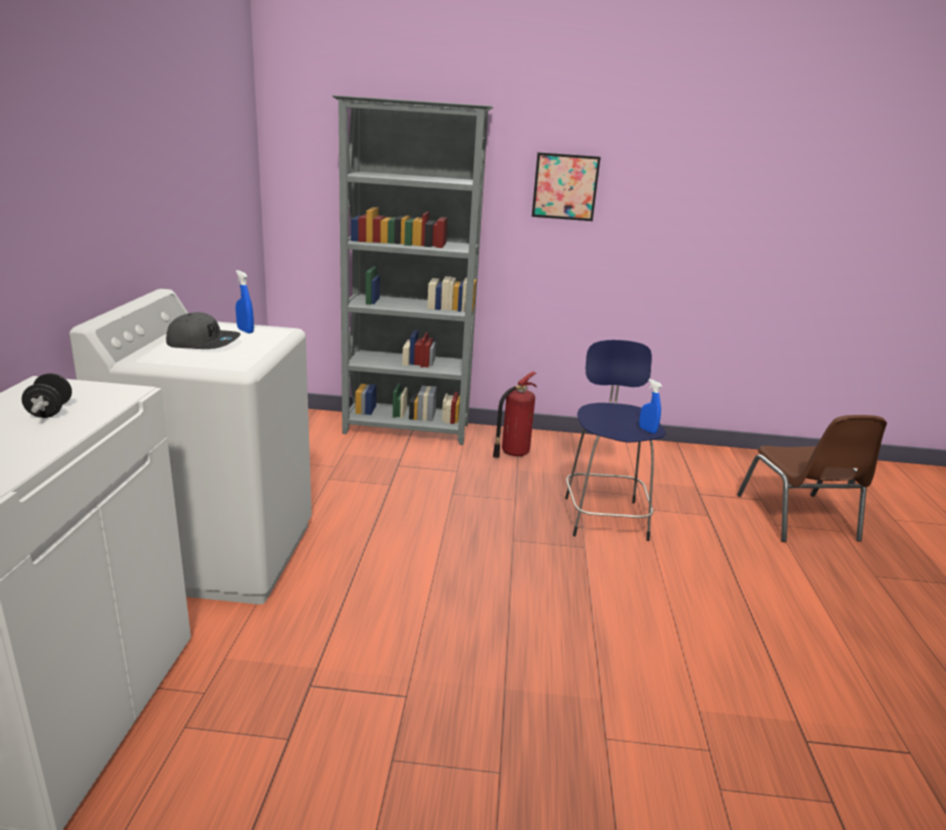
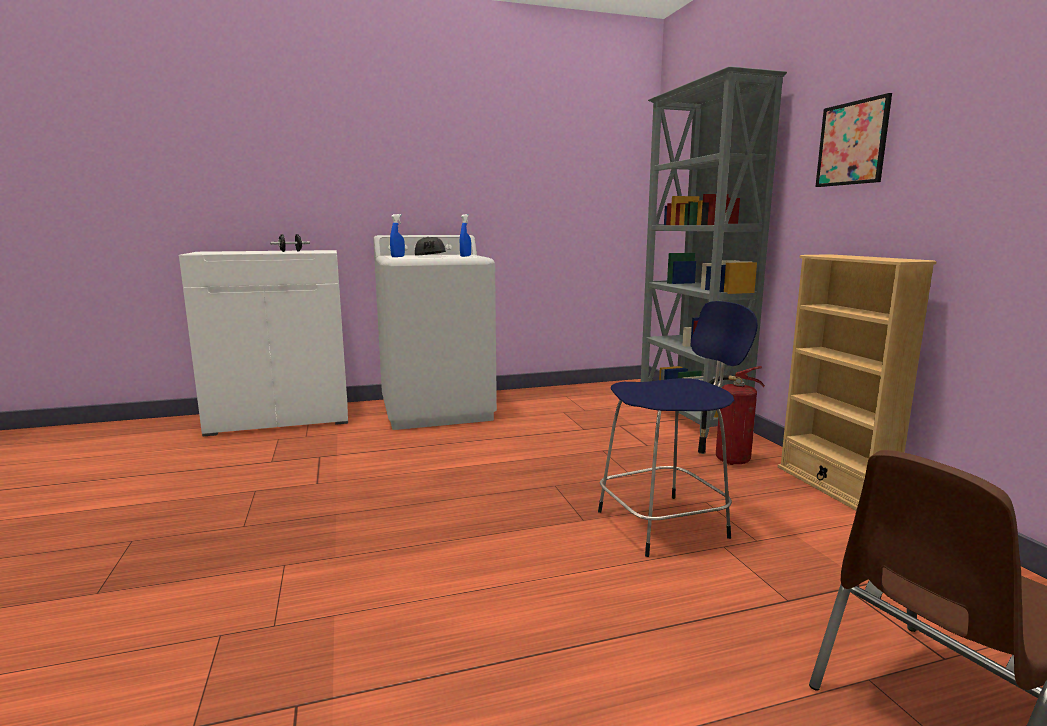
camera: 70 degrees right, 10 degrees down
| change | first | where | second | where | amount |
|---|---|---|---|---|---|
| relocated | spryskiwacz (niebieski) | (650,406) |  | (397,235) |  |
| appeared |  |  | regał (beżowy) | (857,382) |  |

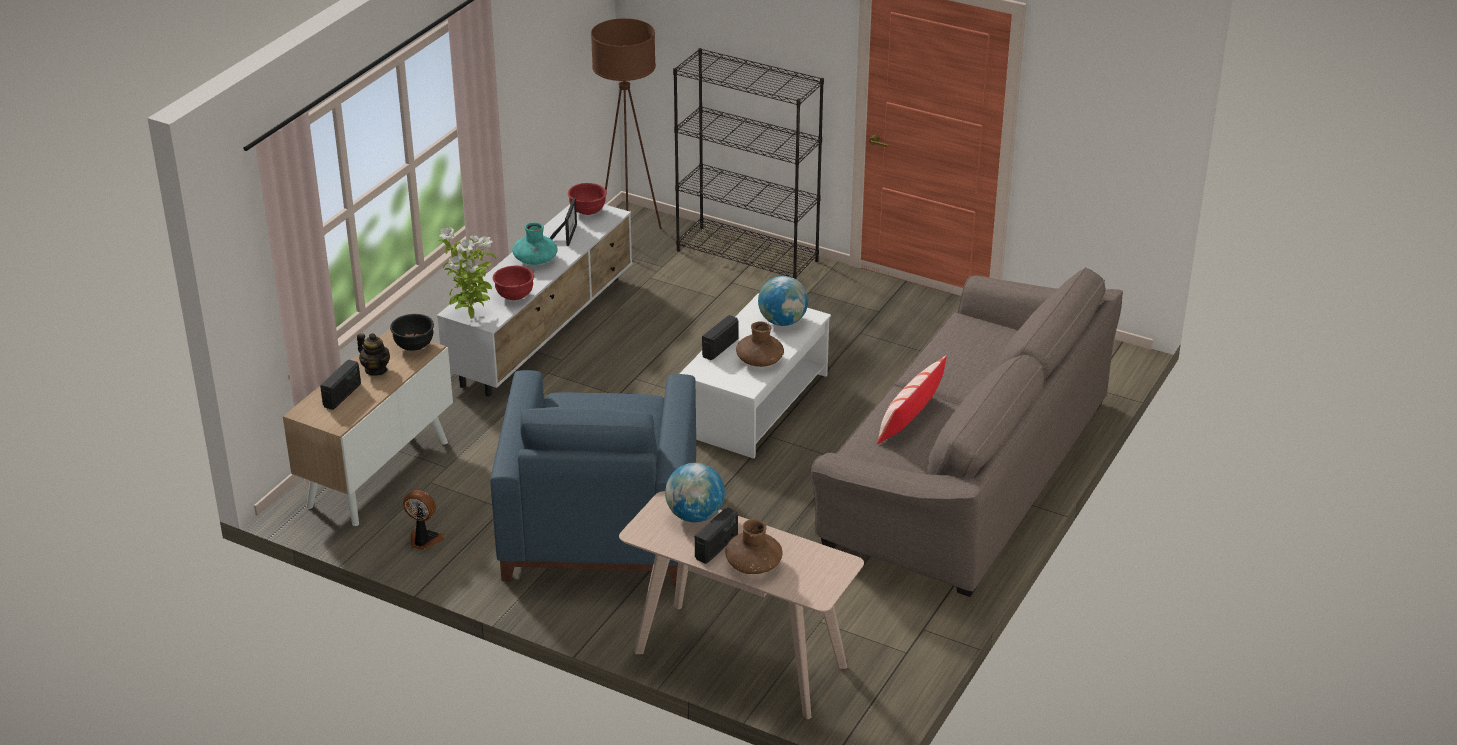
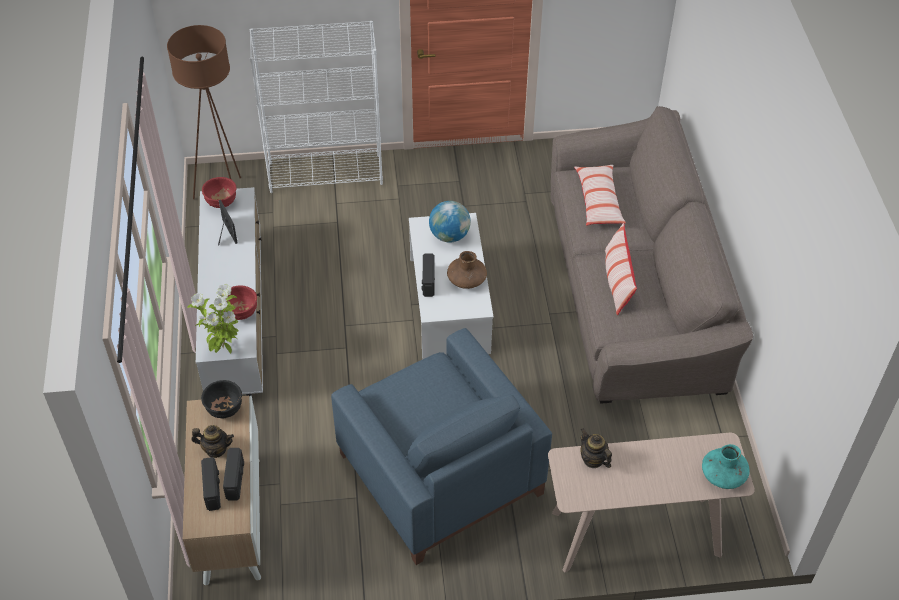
camera: 35 degrees left, 15 degrees up
| change | first | where | second | where | amount |
|---|---|---|---|---|---|
| missing | wentylator | (424,520) |  |  |  |
| relocated | wazon (turkusowy) | (534,243) |  | (726,466) |  |
| exchanged | globus | (695,492) | imbryk | (596,448) |  |
| colour | regał (czarny) | (748,163) | regał (biały) | (316,107) |  |
| relocated | radio | (716,535) |  | (233,474) |  |
| missing | wazon (brązowy) | (754,546) |  |  |  |
| appeared |  |  | poduszka | (600,195) |  |

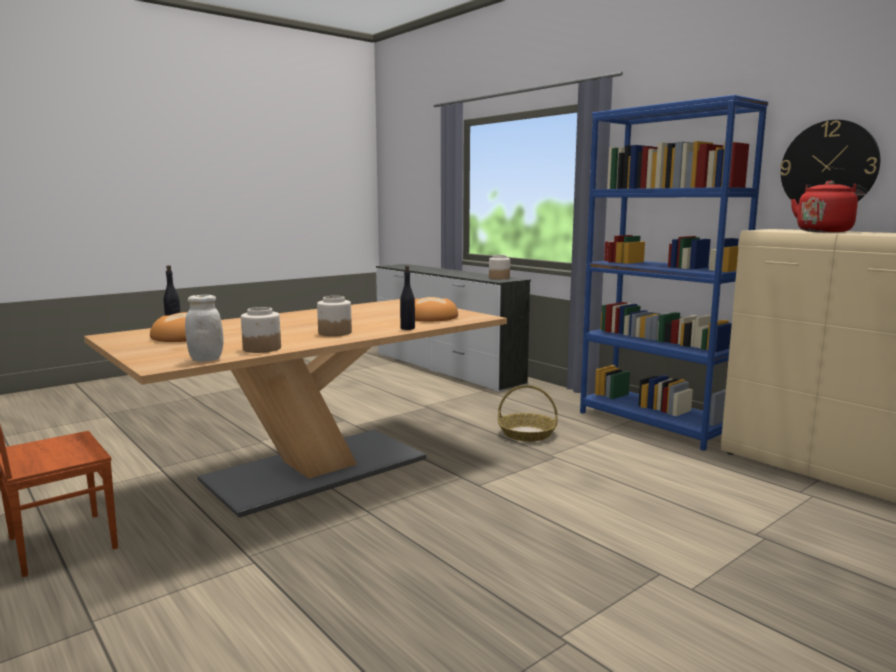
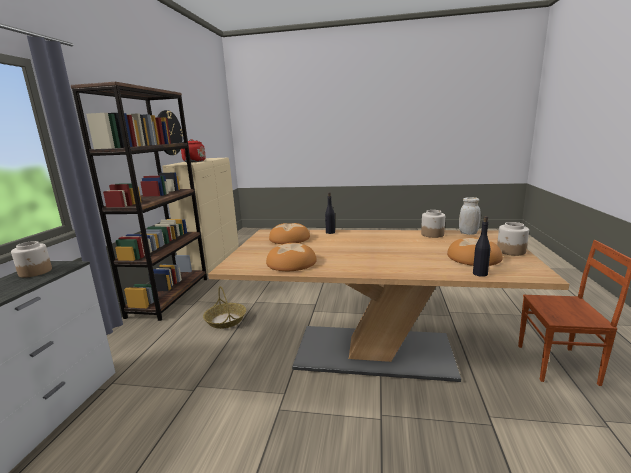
camera: 130 degrees left, 5 degrees up
| change | first | where | second | where | amount |
|---|---|---|---|---|---|
| relocated | słoik | (334,316) |  | (513,239) |  |
| colour | regał (niebieski) | (674,273) | regał (brązowy) | (139,201) |  |
| appeared |  |  | chleb | (291,257) |  |

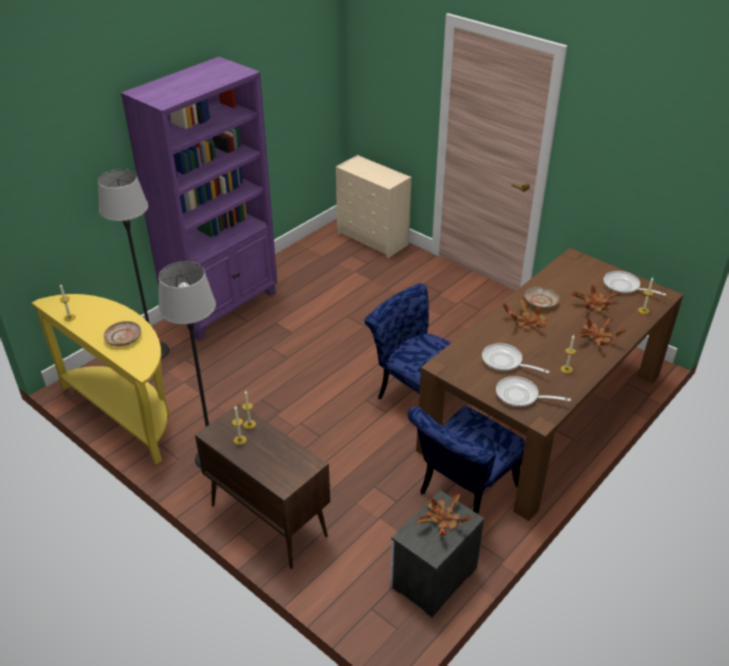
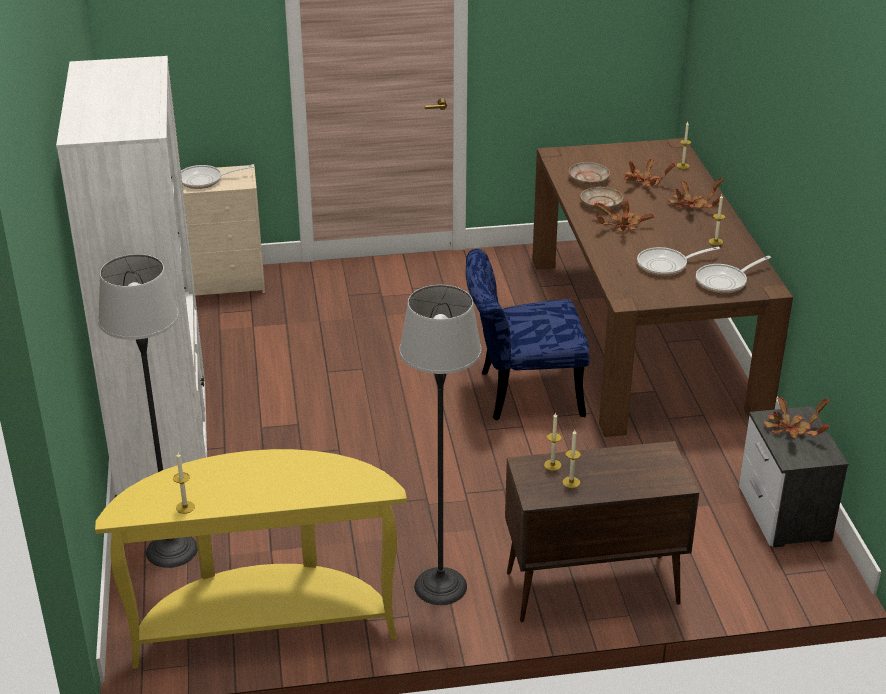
camera: 50 degrees left, 5 degrees down
| change | first | where | second | where | amount |
|---|---|---|---|---|---|
| relocated | talerz (beżowy) | (122,333) |  | (589,173) |  |
| colour | regał (fioletowy) | (199,199) | regał (biały) | (131,276) |  |
| missing | krzesło (niebieski) | (466,460) |  |  |  |
| relocated | patelnia | (635,283) |  | (217,177) |  |

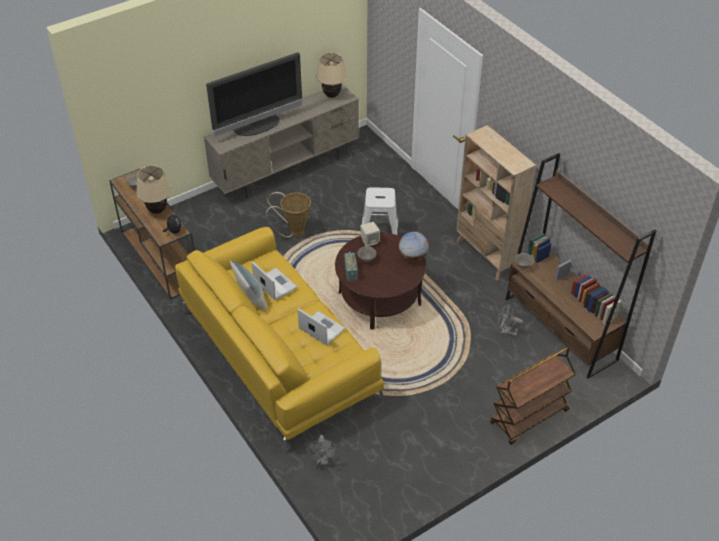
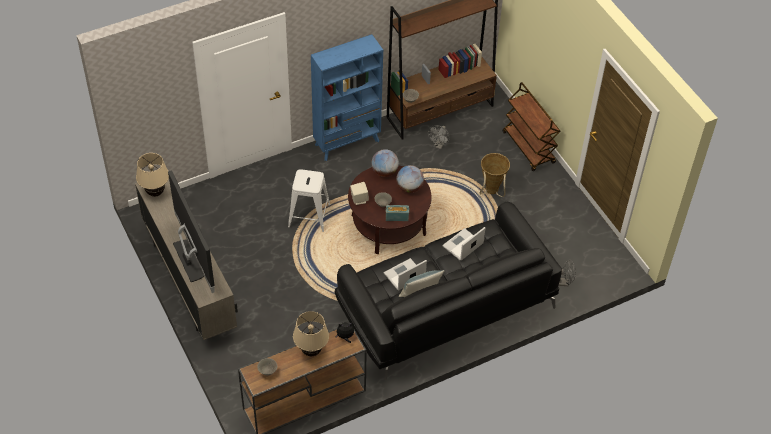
camera: 85 degrees left, 5 degrees up
| change | first | where | second | where | amount |
|---|---|---|---|---|---|
| colour | kanapa (żółty) | (279,340) | kanapa (czarny) | (448,291) |  |
| relocated | koszyk | (288,214) |  | (494,175) |  |
| colour | regał (beżowy) | (496,203) | regał (niebieski) | (347,97) |  |
| appeared |  |  | globus | (410,179) |  |

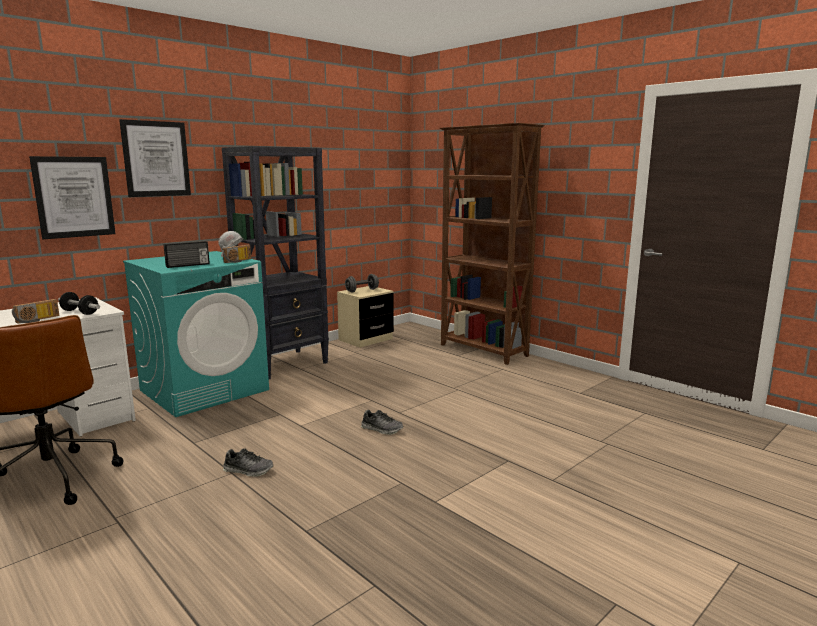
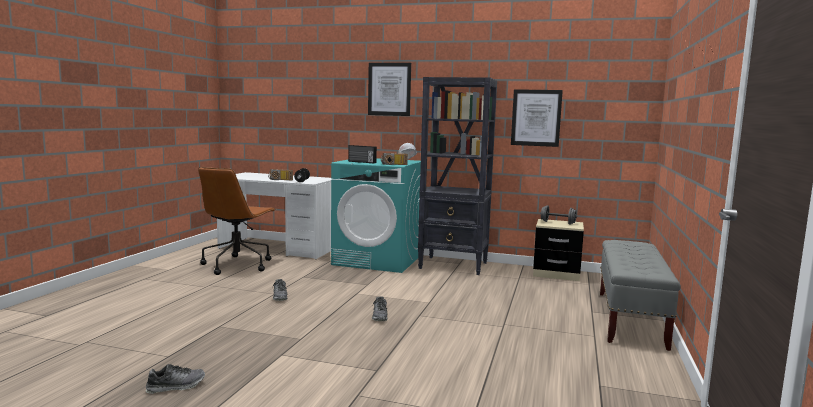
camera: 60 degrees right, 5 degrees down
| change | first | where | second | where | amount |
|---|---|---|---|---|---|
| relocated | obraz | (72,197) |  | (537,118) |  |
| exchanged | regał (brązowy) | (492,244) | ławka (szary) | (640,295) |  |
| appeared |  |  | but | (175,379) |  |

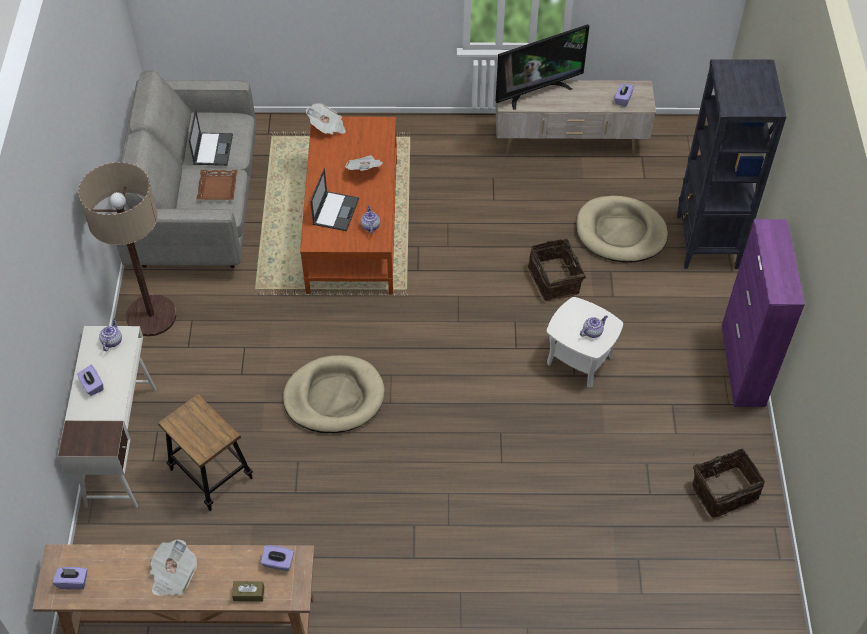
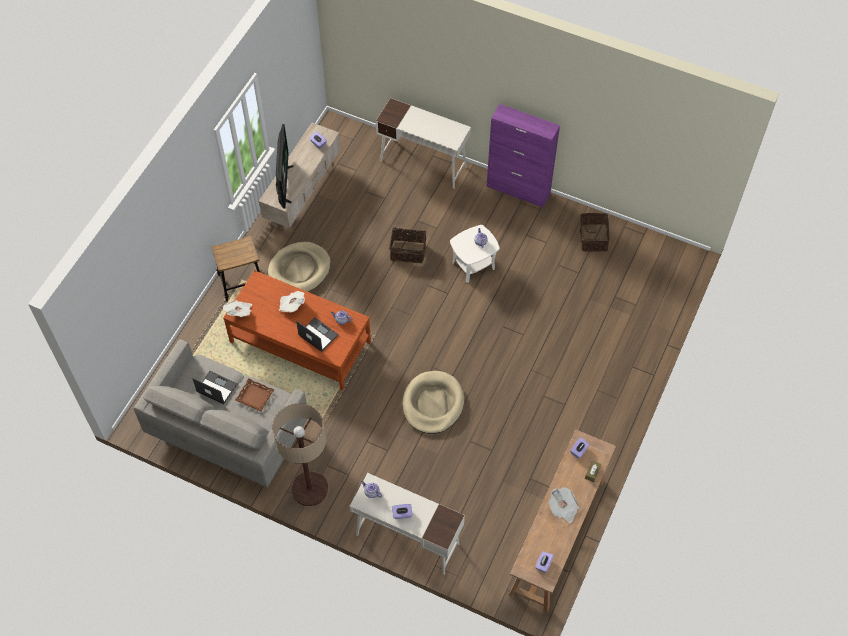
camera: 65 degrees left, 5 degrees up
| change | first | where | second | where | amount |
|---|---|---|---|---|---|
| relocated | stołek | (205,452) |  | (235,269) |  |
| relocated | legowisko (beżowy) | (622,229) |  | (299,267) |  |
| exchanged | regał (czarny) | (732,164) | biurko (biały) | (423,143) |  |

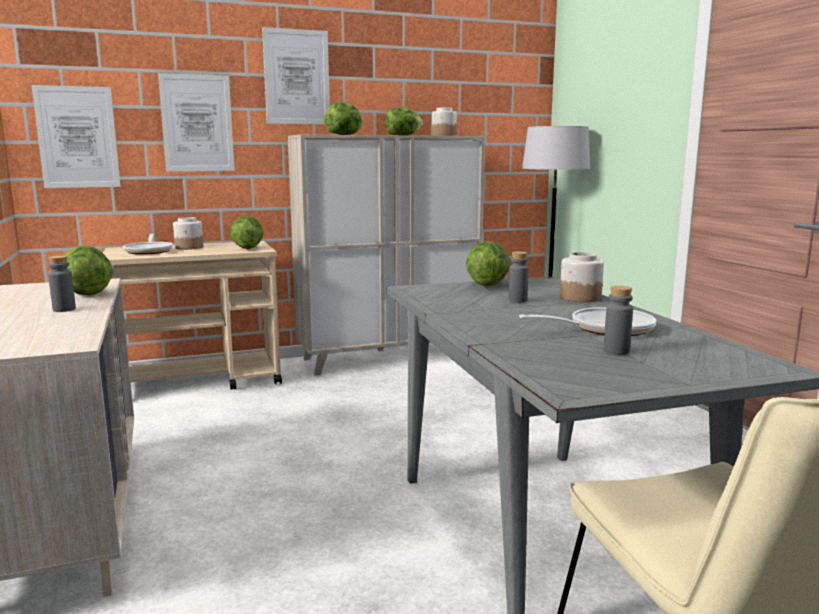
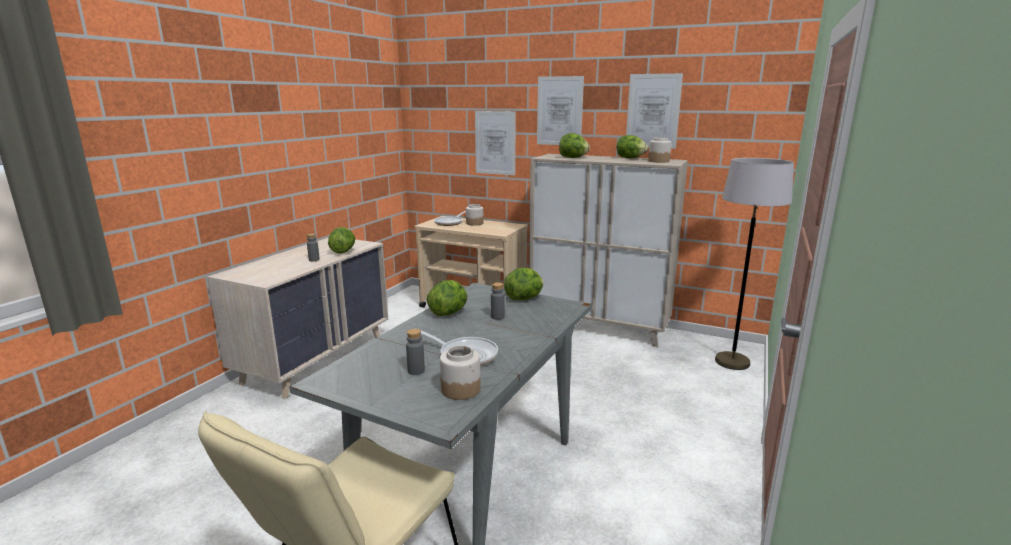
camera: 45 degrees right, 5 degrees up
| change | first | where | second | where | amount |
|---|---|---|---|---|---|
| relocated | obraz | (76,136) |  | (654,111) |  |
| relocated | sałata | (247,232) |  | (447,298) |  |
| relocated | słoik | (582,277) |  | (460,372) |  |

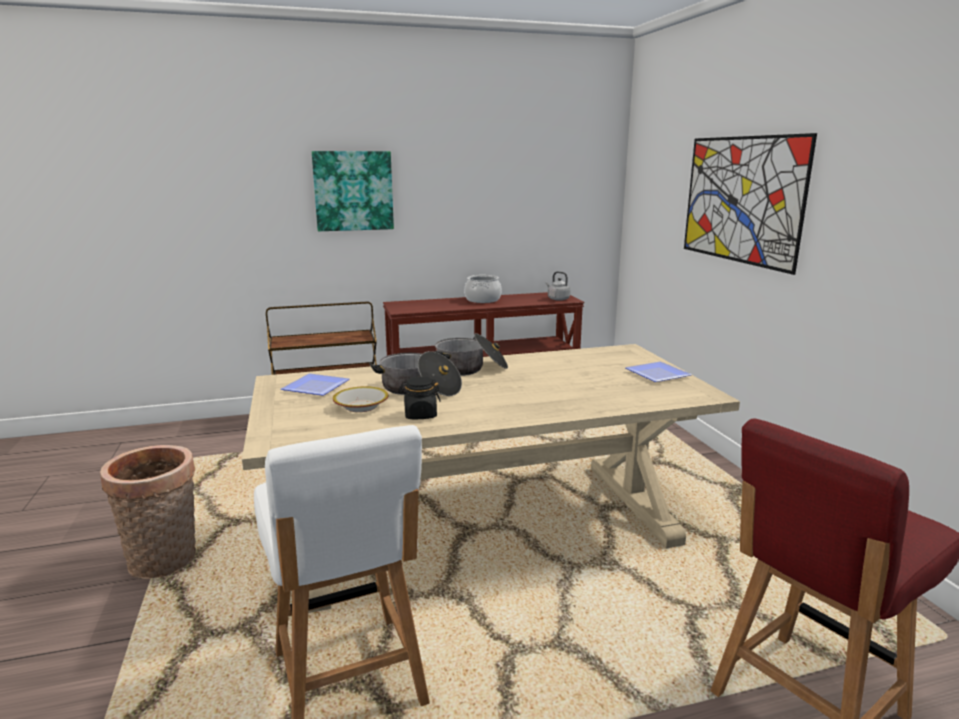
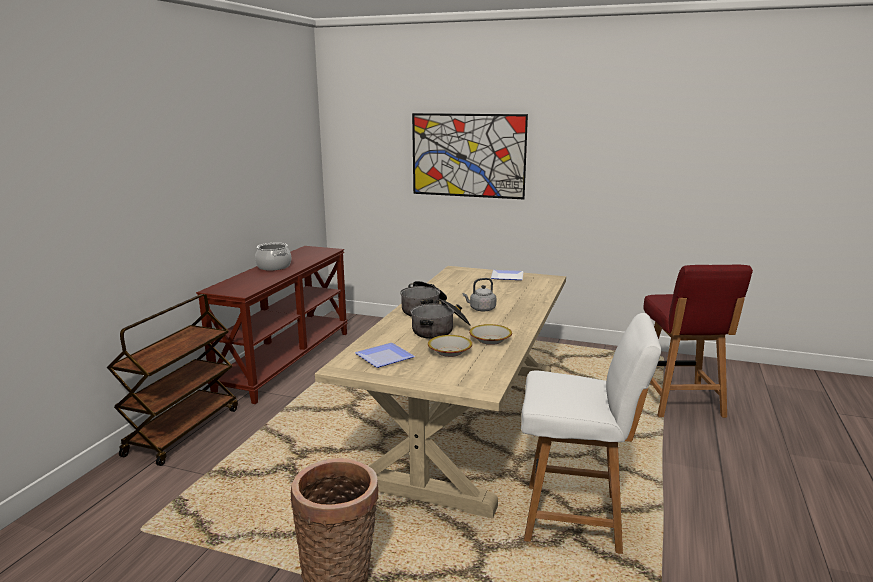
camera: 55 degrees left, 0 degrees up
| change | first | where | second | where | amount |
|---|---|---|---|---|---|
| missing | obraz | (353,191) |  |  |  |
| exchanged | słoik (czarny) | (420,397) | miska | (490,334) |  |
| relocated | czajnik (szary) | (558,286) |  | (479,294) |  |

